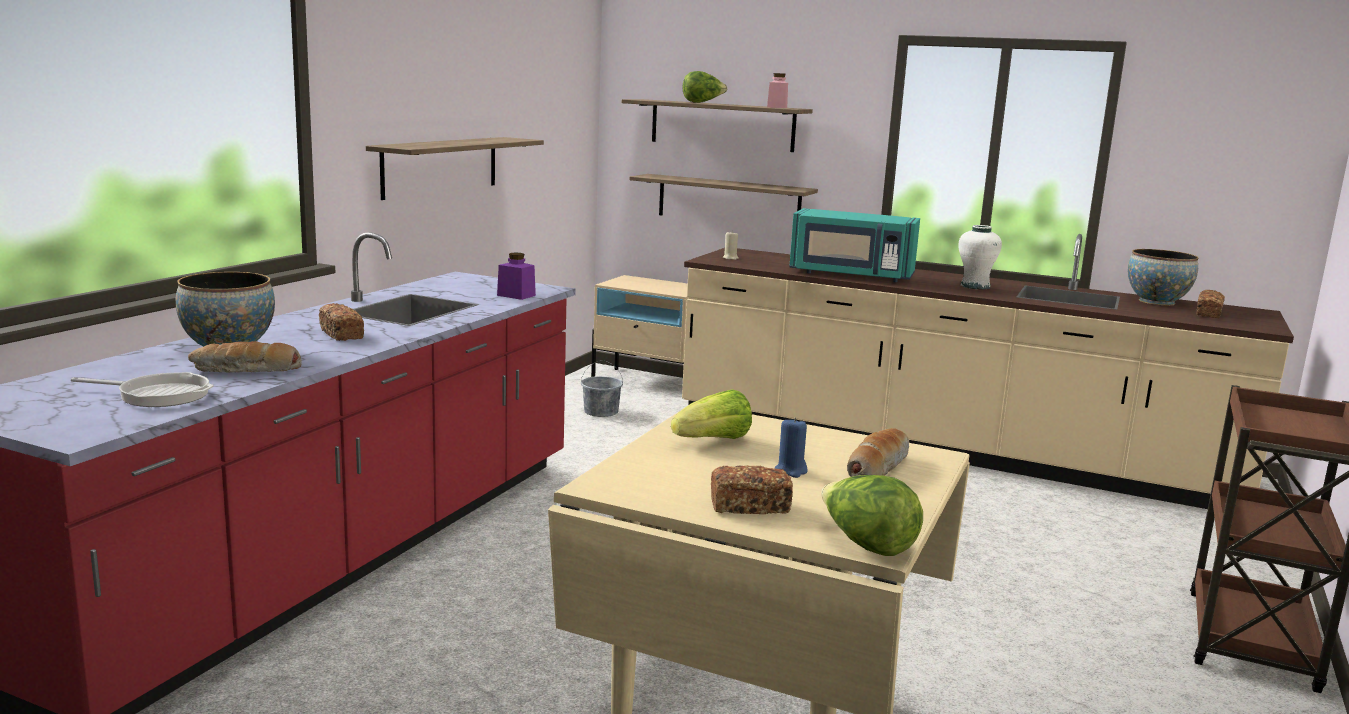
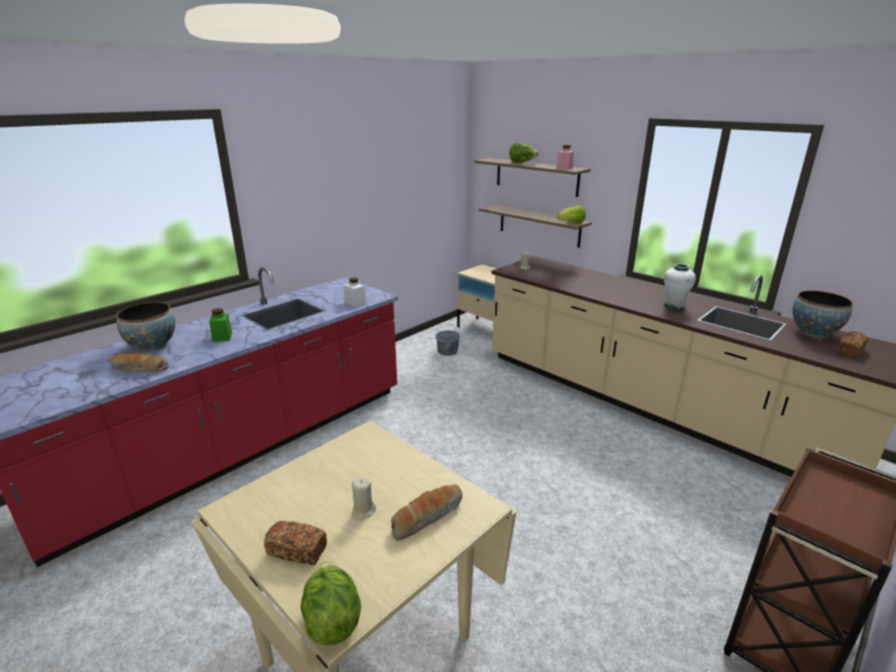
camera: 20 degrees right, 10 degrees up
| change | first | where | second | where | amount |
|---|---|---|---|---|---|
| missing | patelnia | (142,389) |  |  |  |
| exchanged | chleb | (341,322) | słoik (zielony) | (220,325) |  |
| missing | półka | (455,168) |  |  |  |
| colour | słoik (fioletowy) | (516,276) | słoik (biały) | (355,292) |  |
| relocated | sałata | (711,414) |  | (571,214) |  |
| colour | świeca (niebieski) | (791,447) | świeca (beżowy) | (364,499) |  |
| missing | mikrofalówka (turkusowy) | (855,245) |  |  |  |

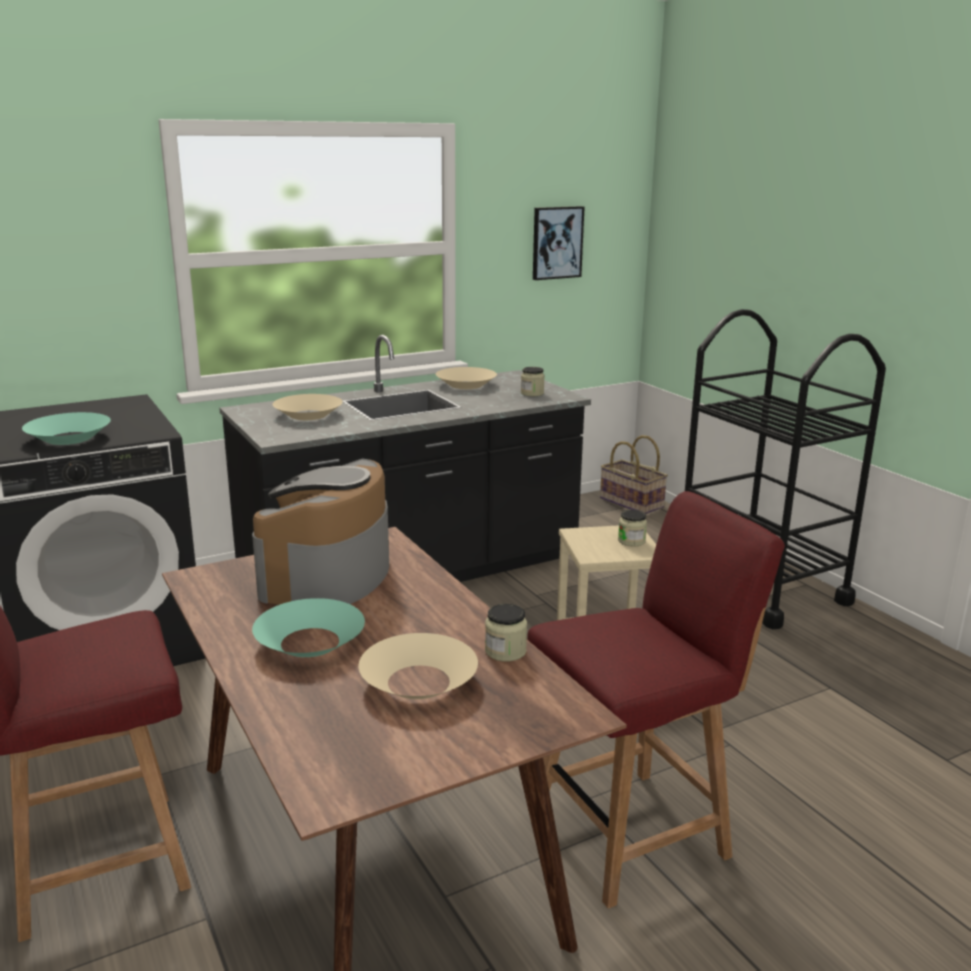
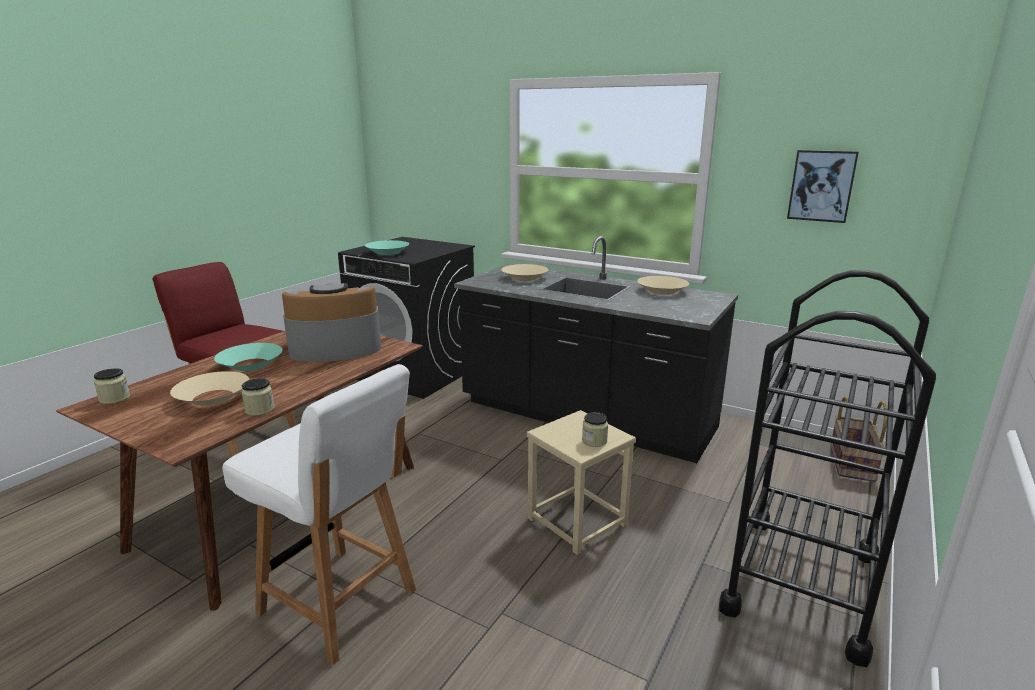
camera: 60 degrees right, 0 degrees up
| change | first | where | second | where | amount |
|---|---|---|---|---|---|
| relocated | słoik | (533,381) |  | (112,386) |  |
| colour | krzesło (czerwony) | (656,699) | krzesło (biały) | (319,514) |  |

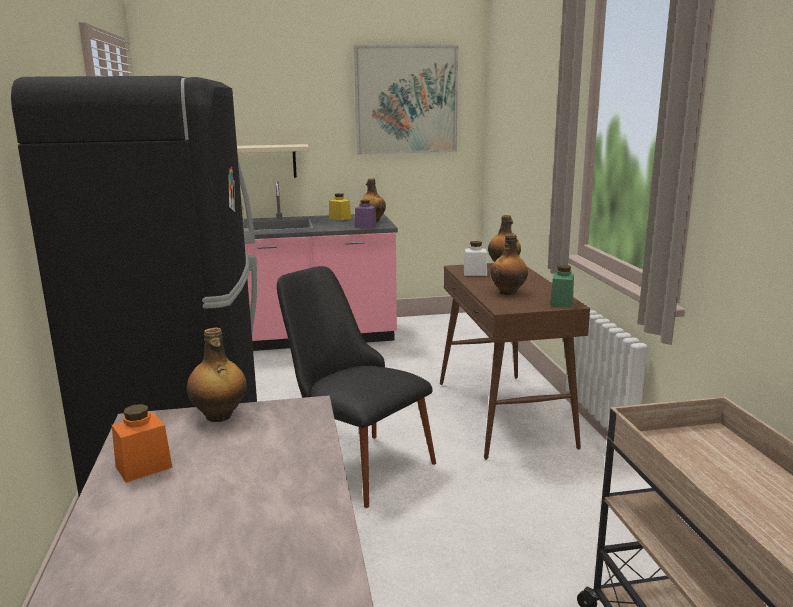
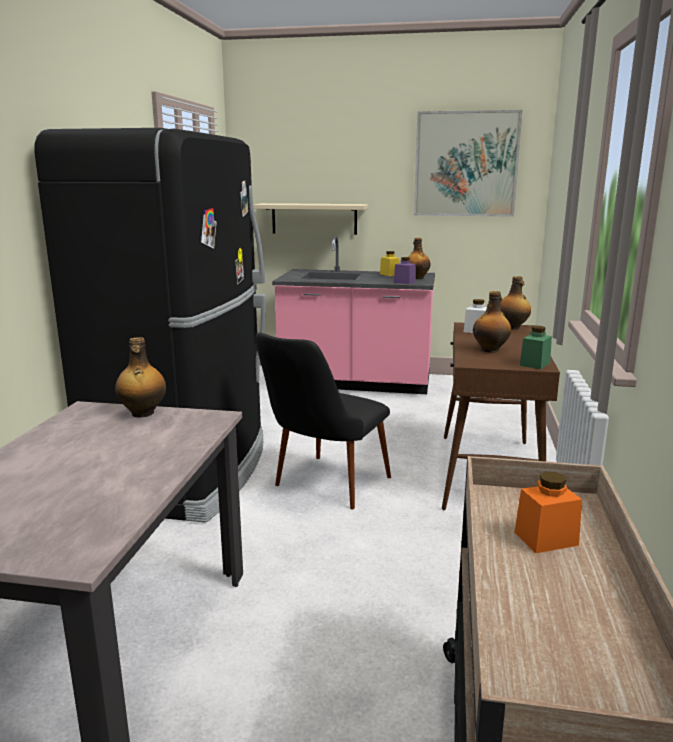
camera: 20 degrees right, 0 degrees up
| change | first | where | second | where | amount |
|---|---|---|---|---|---|
| relocated | słoik (pomarańczowy) | (142,443) |  | (548,512) |  |
| spun | krzesło (czarny) | (356,387) |  | (323,421) | 120 degrees counterclockwise |

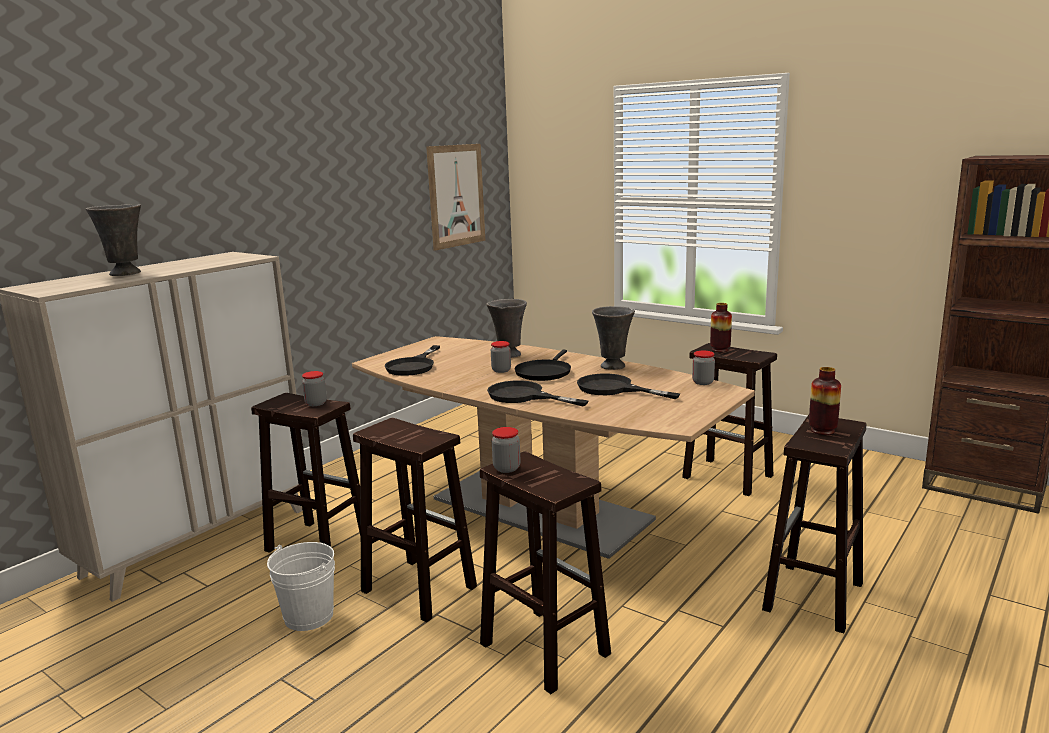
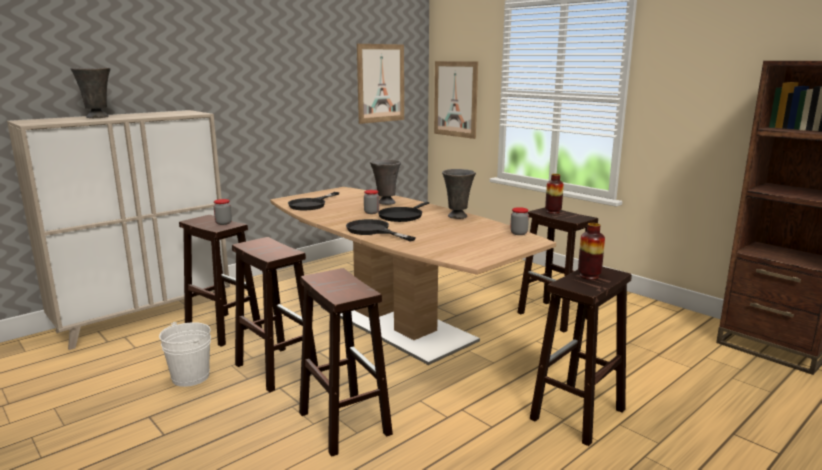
camera: 10 degrees right, 0 degrees up
| change | first | where | second | where | amount |
|---|---|---|---|---|---|
| missing | słoik | (506,450) |  |  |  |
| missing | patelnia (czarny) | (628,386) |  |  |  |
| appeared |  |  | obraz | (456,100) |  |

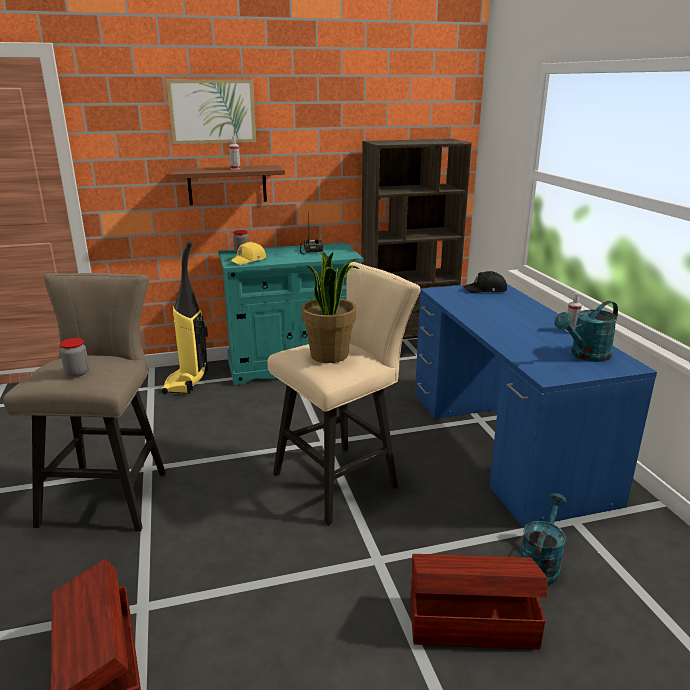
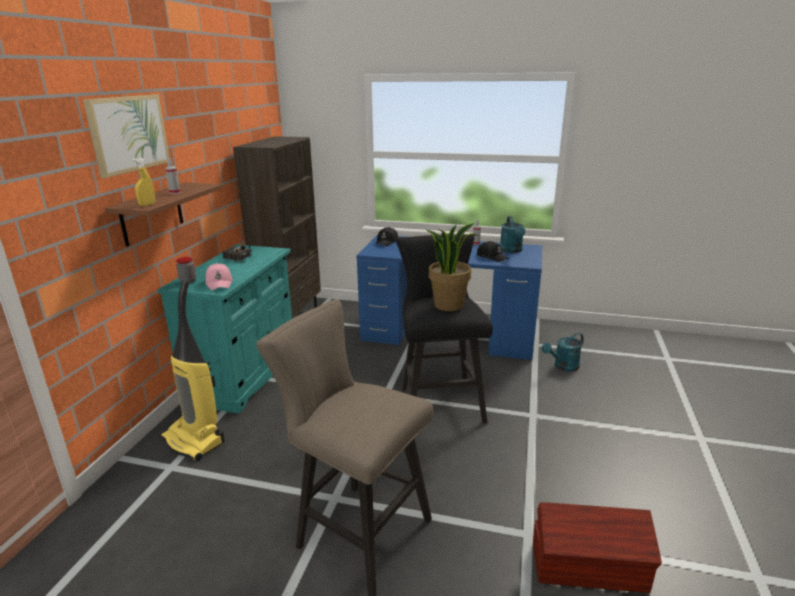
camera: 60 degrees left, 0 degrees up
| change | first | where | second | where | amount |
|---|---|---|---|---|---|
| missing | słoik | (74,357) |  |  |  |
| colour | czapka z daszkiem (żółty) | (247,253) | czapka z daszkiem (różowy) | (219,276) |  |
| colour | stołek (beżowy) | (344,393) | stołek (czarny) | (444,328) |  |
| missing | pojemnik do przechowywania (brązowy) | (478,601) |  |  |  |
| spun | konewka (turkusowy) | (543,539) |  | (563,352) | 90 degrees counterclockwise |
| appeared |  |  | spryskiwacz (żółty) | (143,182) |  |
| appeared |  |  | czapka z daszkiem (czarny) | (493,251) |  |

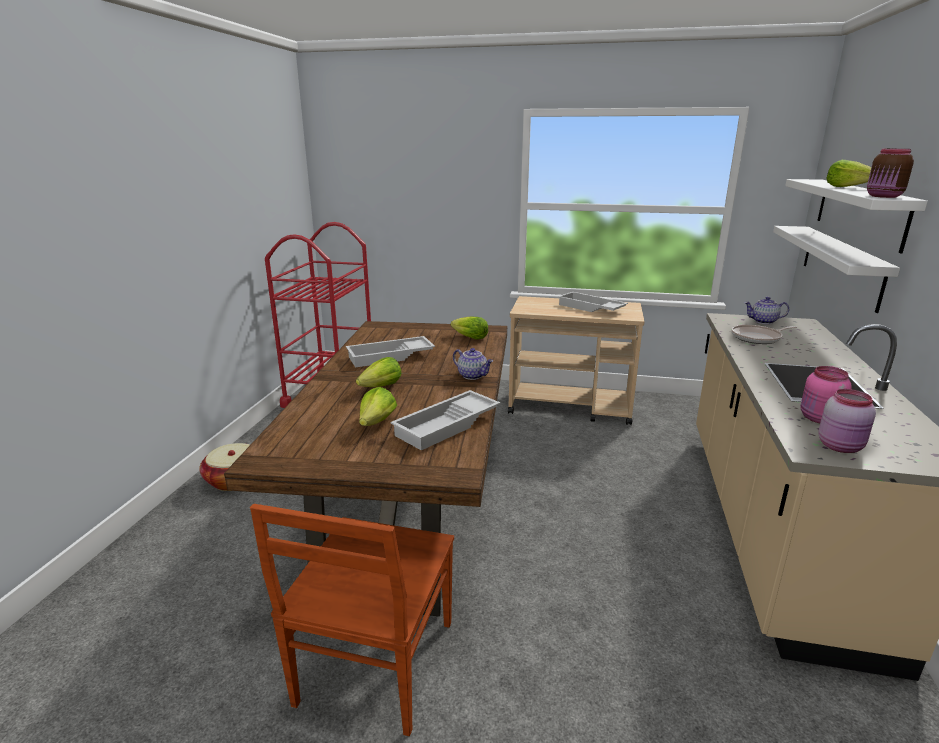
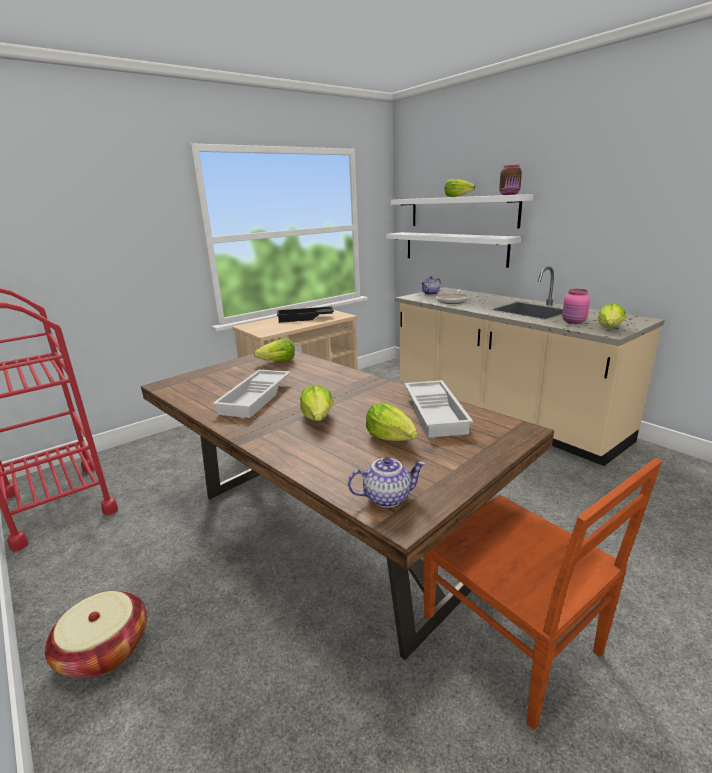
camera: 50 degrees left, 0 degrees up
| change | first | where | second | where | amount |
|---|---|---|---|---|---|
| relocated | imbryk | (473,364) |  | (387,482) |  |
| colour | taca (biały) | (593,302) | taca (czarny) | (305,314) |  |
| exchanged | słoik (różowy) | (847,421) | sałata | (612,315) |  |

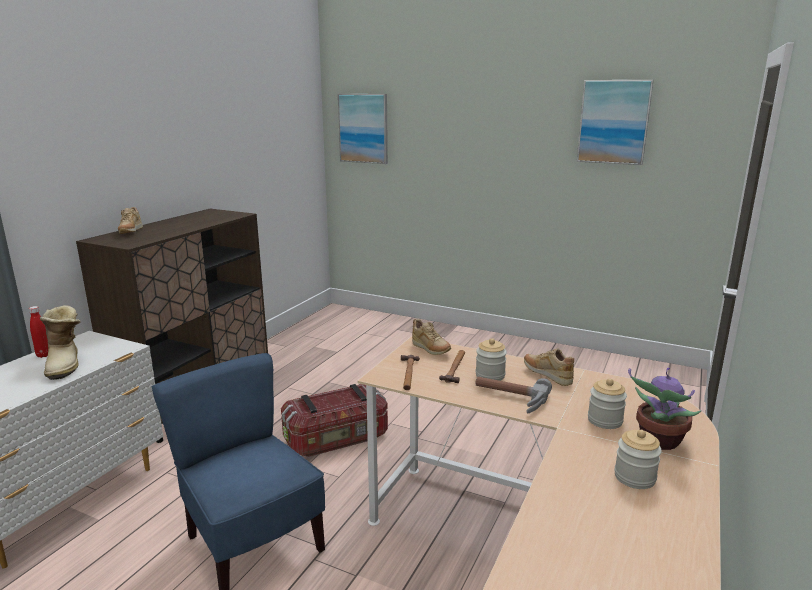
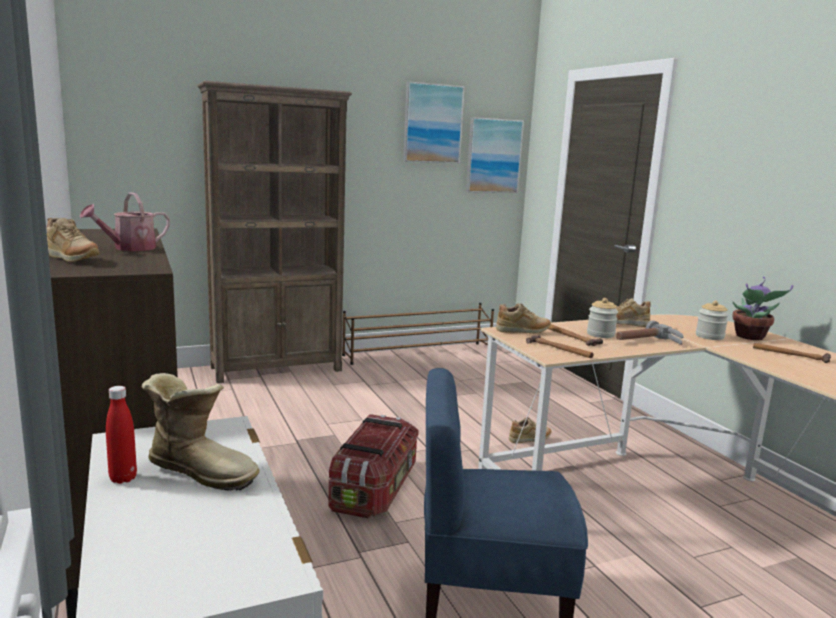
camera: 50 degrees left, 5 degrees down
| change | first | where | second | where | amount |
|---|---|---|---|---|---|
| relocated | obraz | (363,129) |  | (495,155) |  |
| exchanged | słoik | (638,459) | młotek | (792,353) |  |
| appeared |  |  | konewka | (125,221) |  |
| appeared |  |  | regał (brązowy) | (274,232) |  |
| appeared |  |  | regał na buty (brązowy) | (418,334) |  |
| appeared |  |  | but (beżowy) | (530,430) |  |

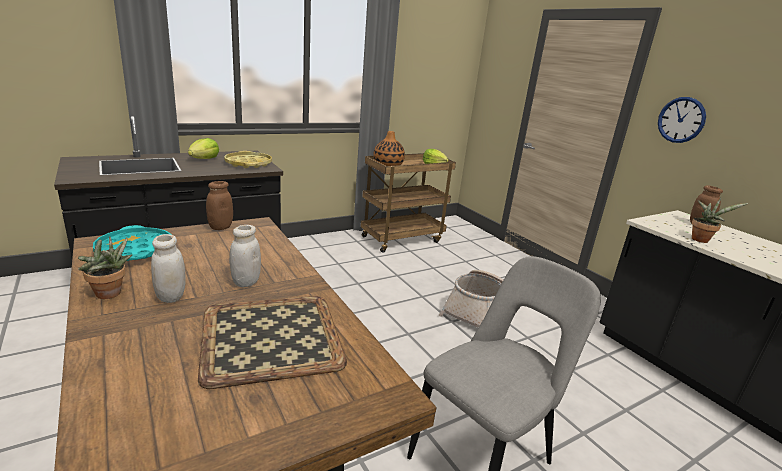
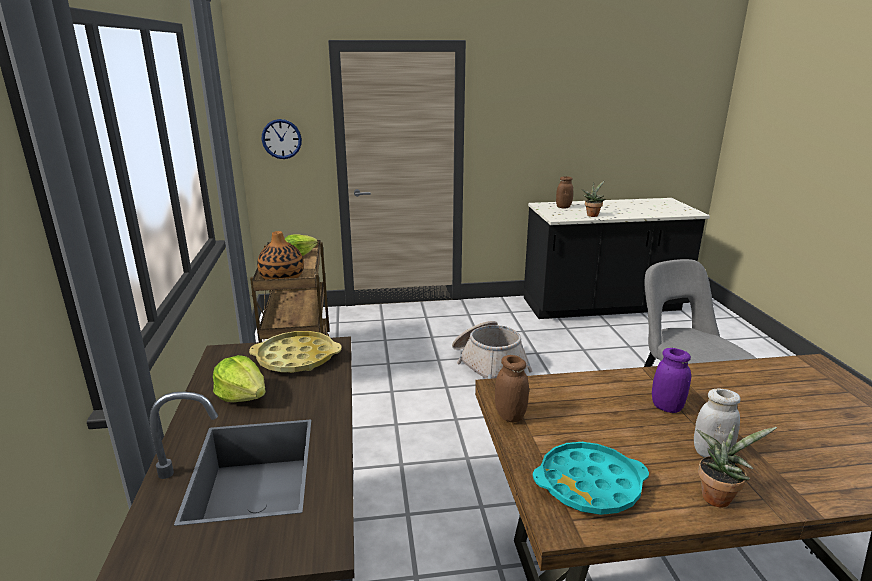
camera: 65 degrees left, 0 degrees up
| change | first | where | second | where | amount |
|---|---|---|---|---|---|
| missing | taca | (272,342) |  |  |  |
| colour | słoik (biały) | (245,256) | słoik (fioletowy) | (671,380) |  |
| relocated | zegar ścienny | (682,120) |  | (282,139) |  |

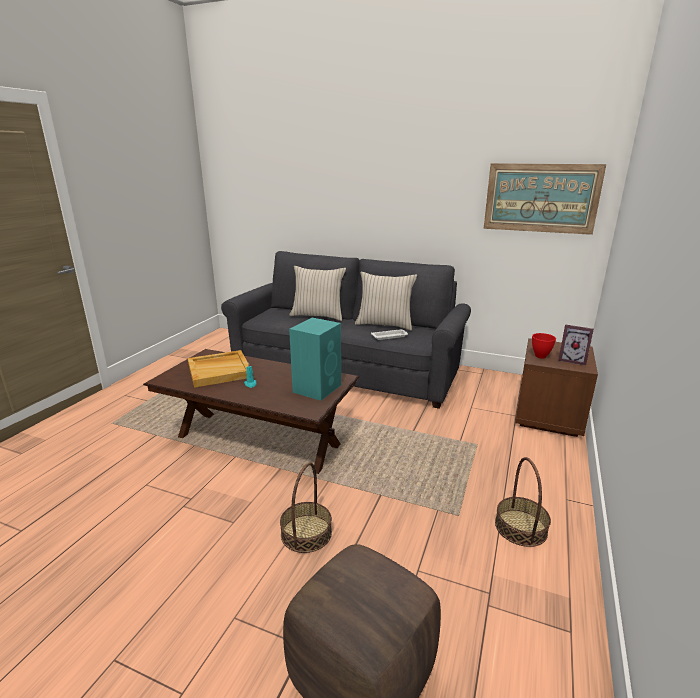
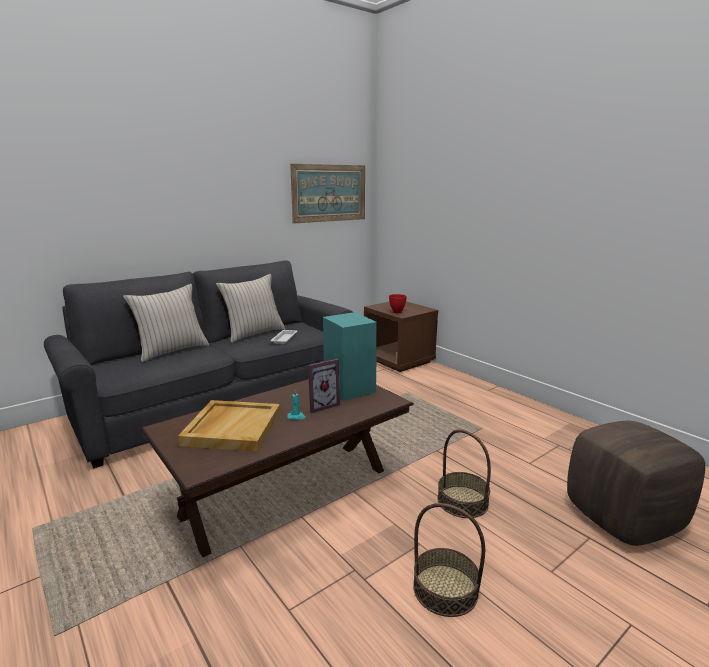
camera: 60 degrees left, 5 degrees down
| change | first | where | second | where | amount |
|---|---|---|---|---|---|
| relocated | koszyk | (523,502) |  | (449,560) |  |
| relocated | ramka na zdjęcie | (576,345) |  | (324,386) |  |

